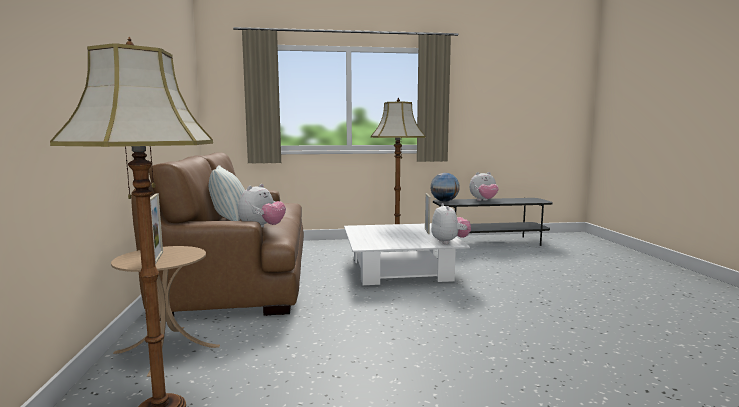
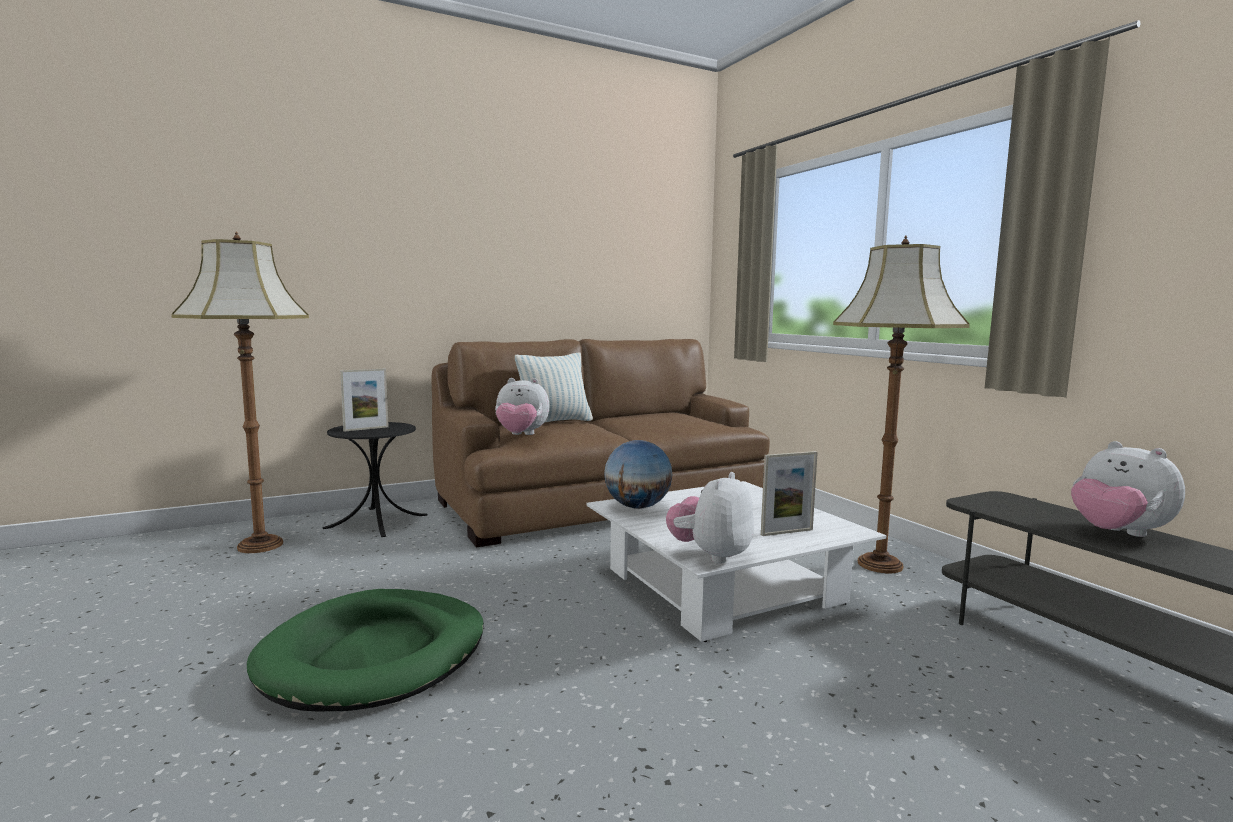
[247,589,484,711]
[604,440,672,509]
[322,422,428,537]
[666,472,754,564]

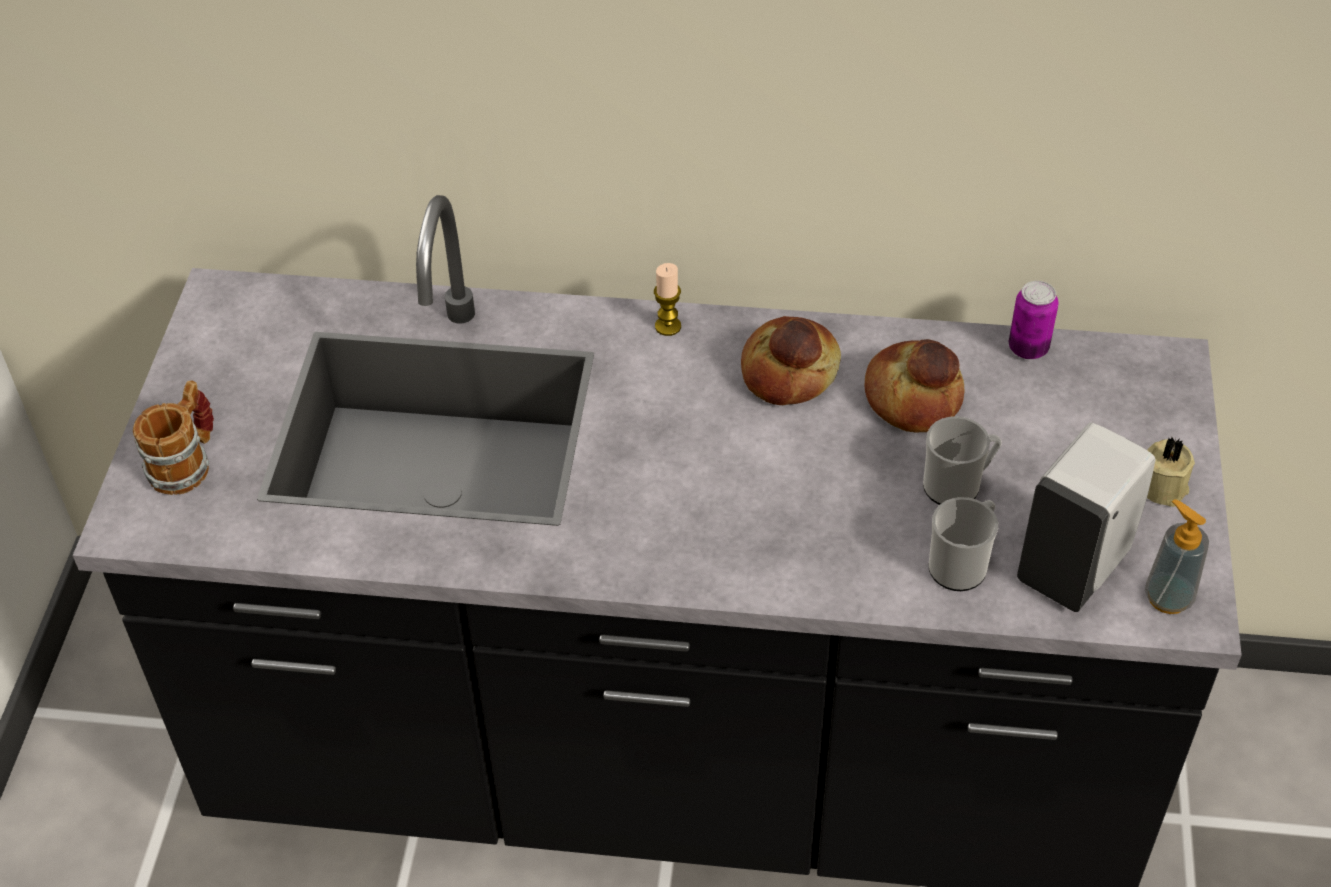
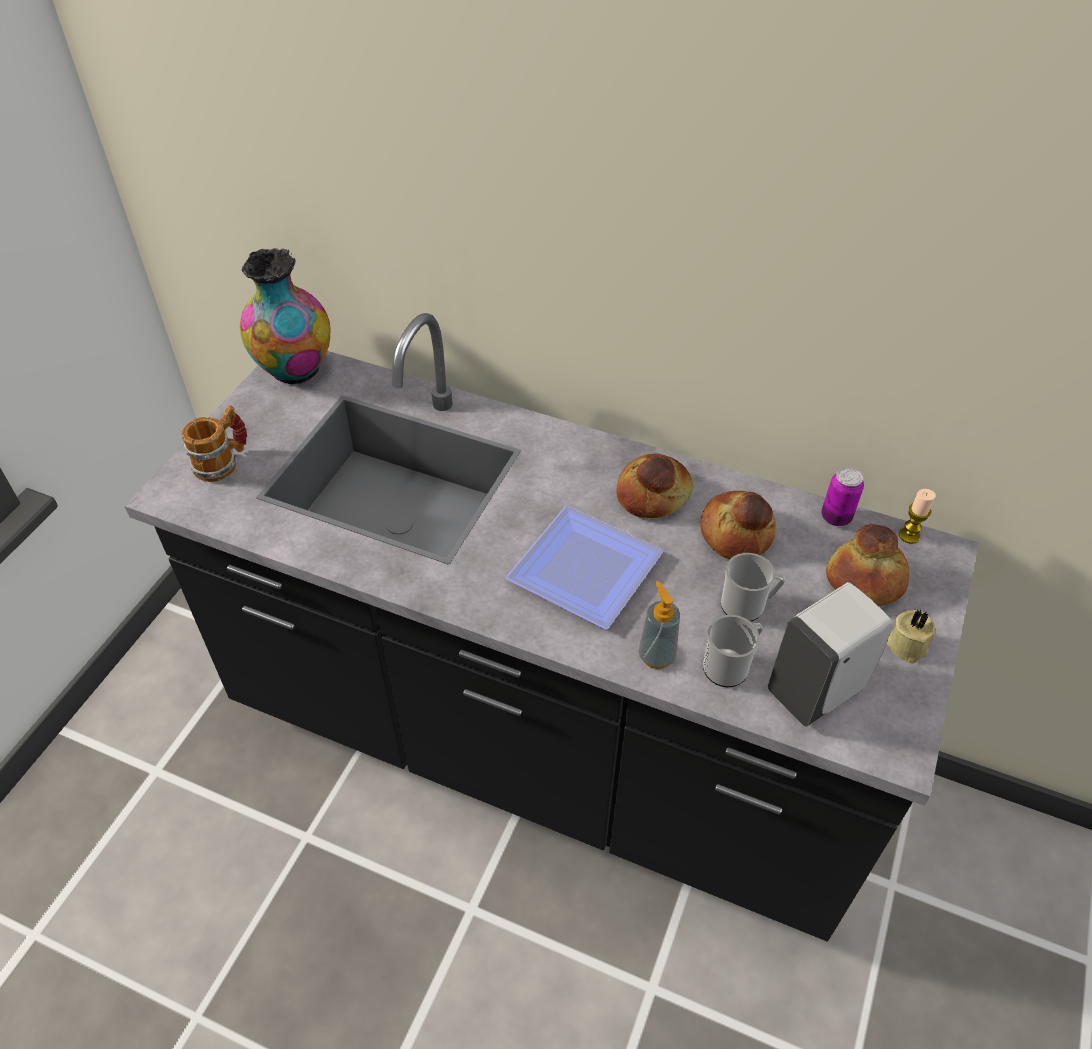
[240,248,331,384]
[506,506,664,630]
[826,524,909,606]
[899,489,936,544]
[639,581,680,669]

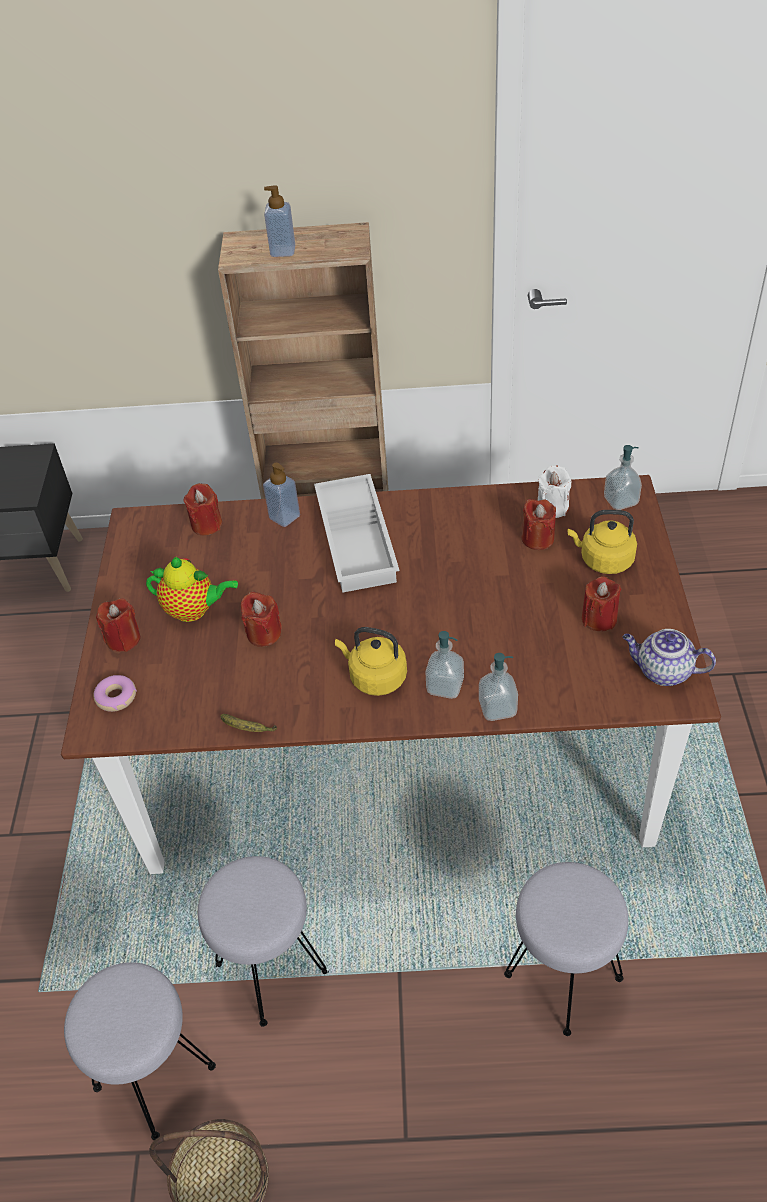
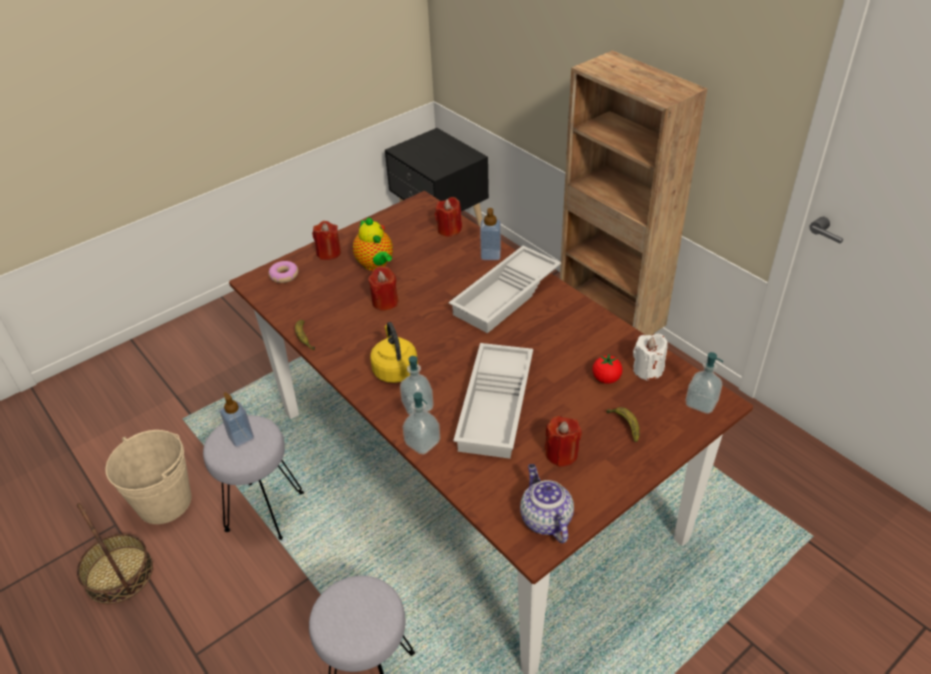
[453,343,533,459]
[220,392,254,447]
[105,430,192,524]
[592,354,622,384]
[606,407,640,443]

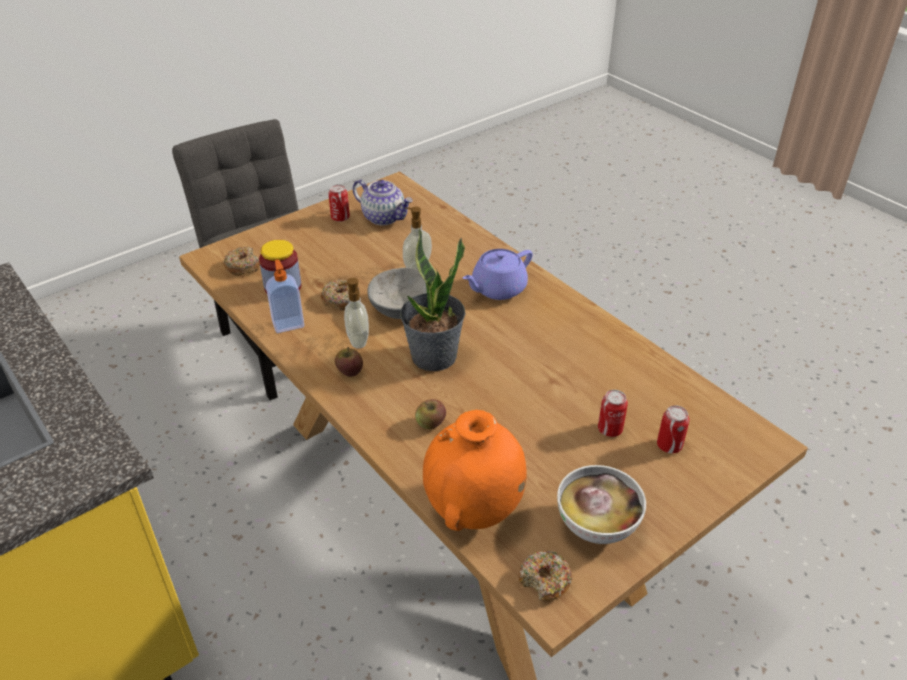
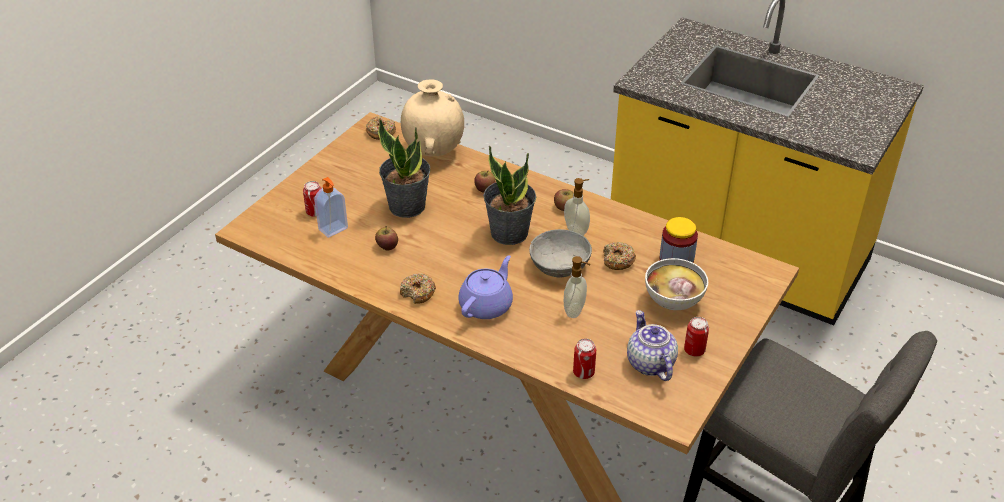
[375,226,398,251]
[378,119,430,218]
[400,273,436,304]
[314,177,348,238]
[645,258,708,310]
[573,339,596,379]
[401,79,464,156]
[627,310,678,381]

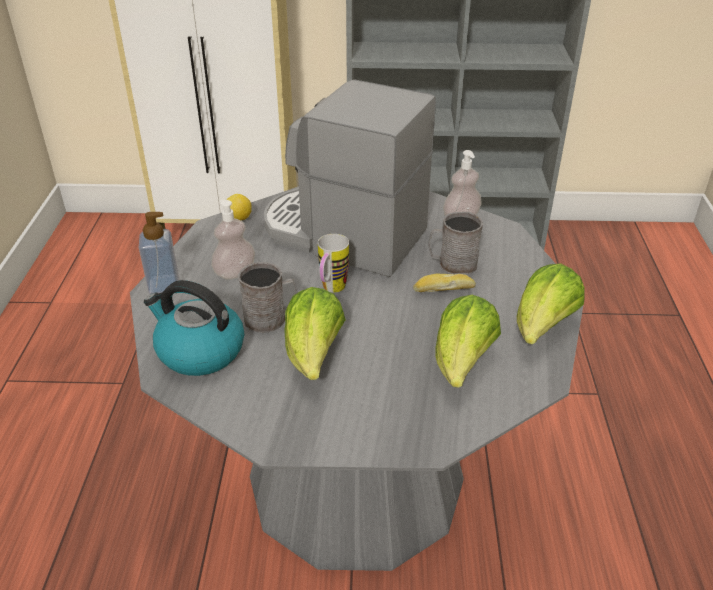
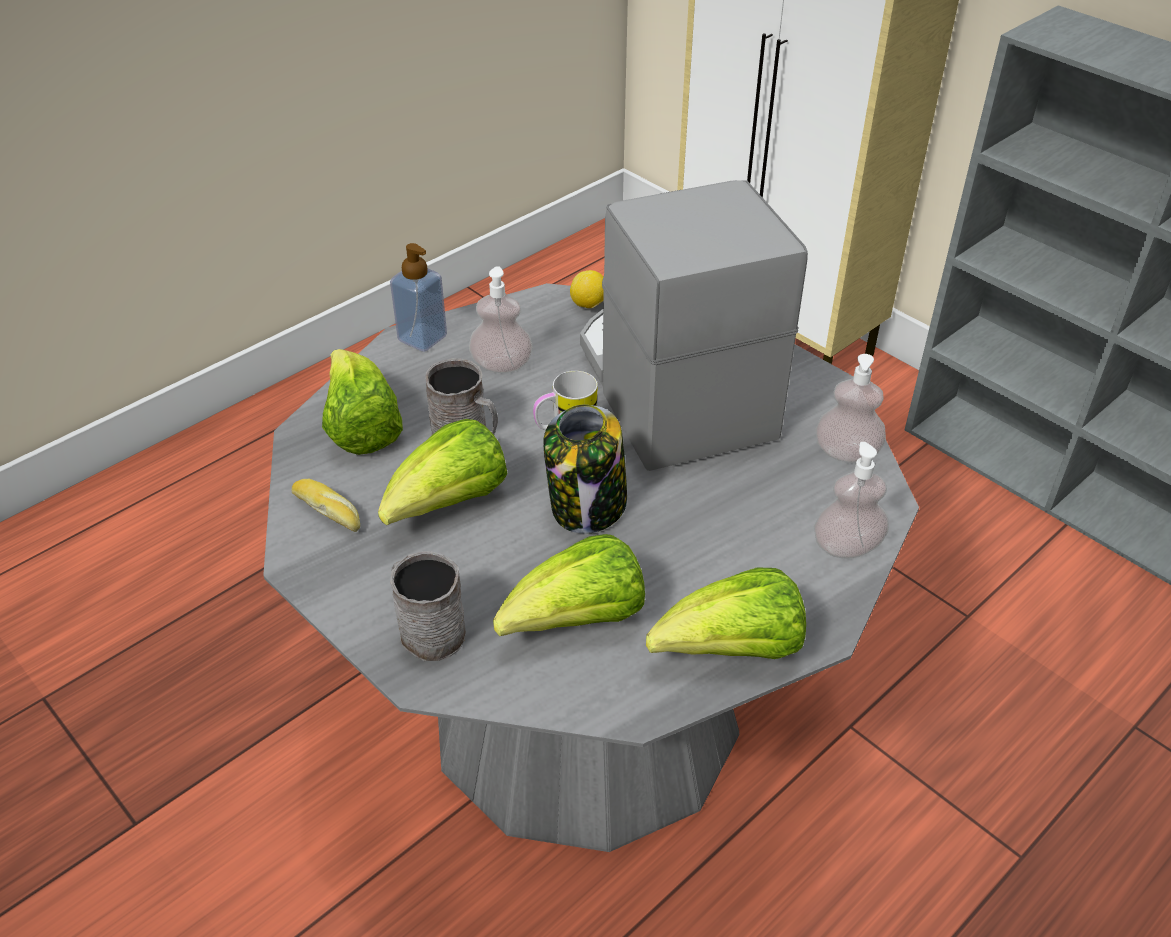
[543,404,627,534]
[814,442,889,559]
[291,479,360,532]
[390,551,466,661]
[322,349,403,455]

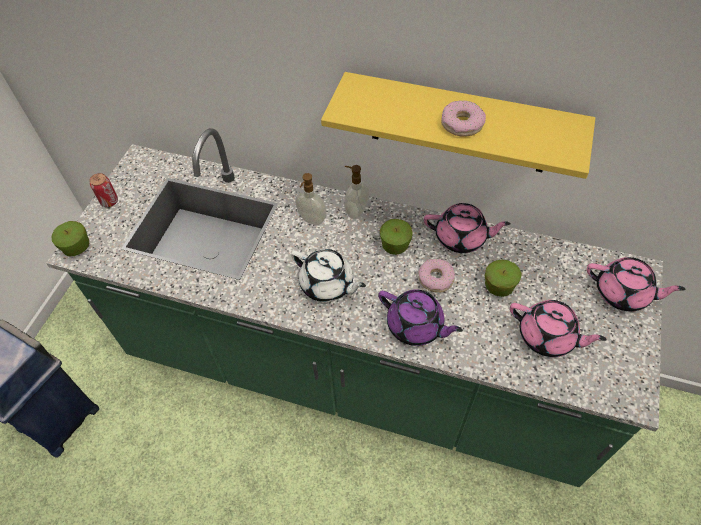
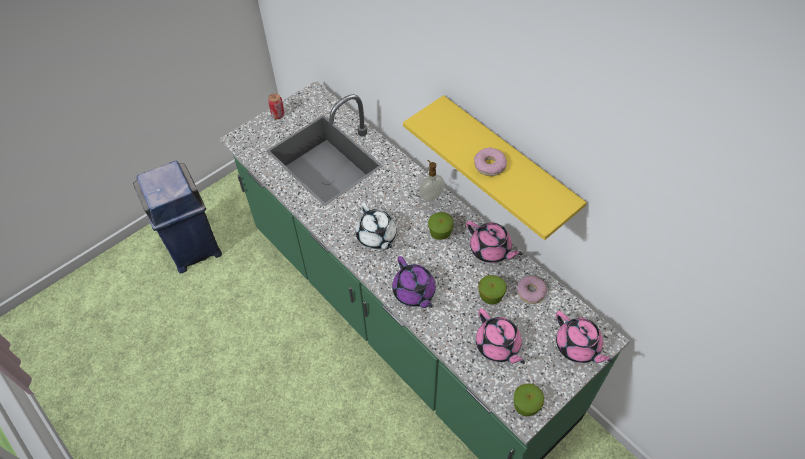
[295,173,327,225] (first image)
[514,384,544,416]
[517,276,547,304]

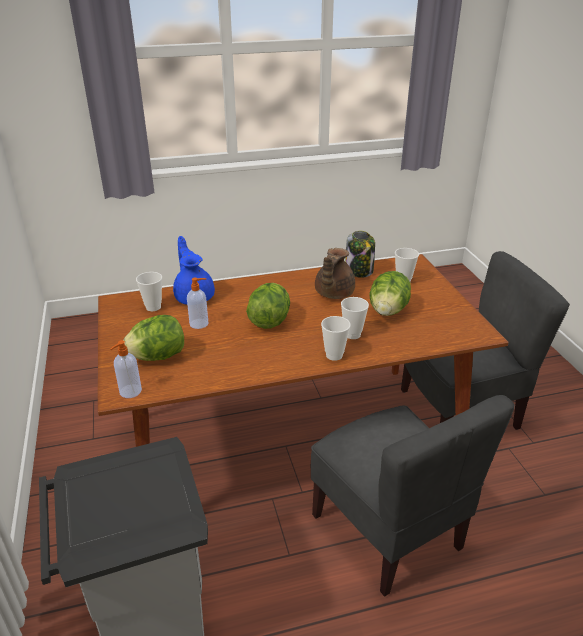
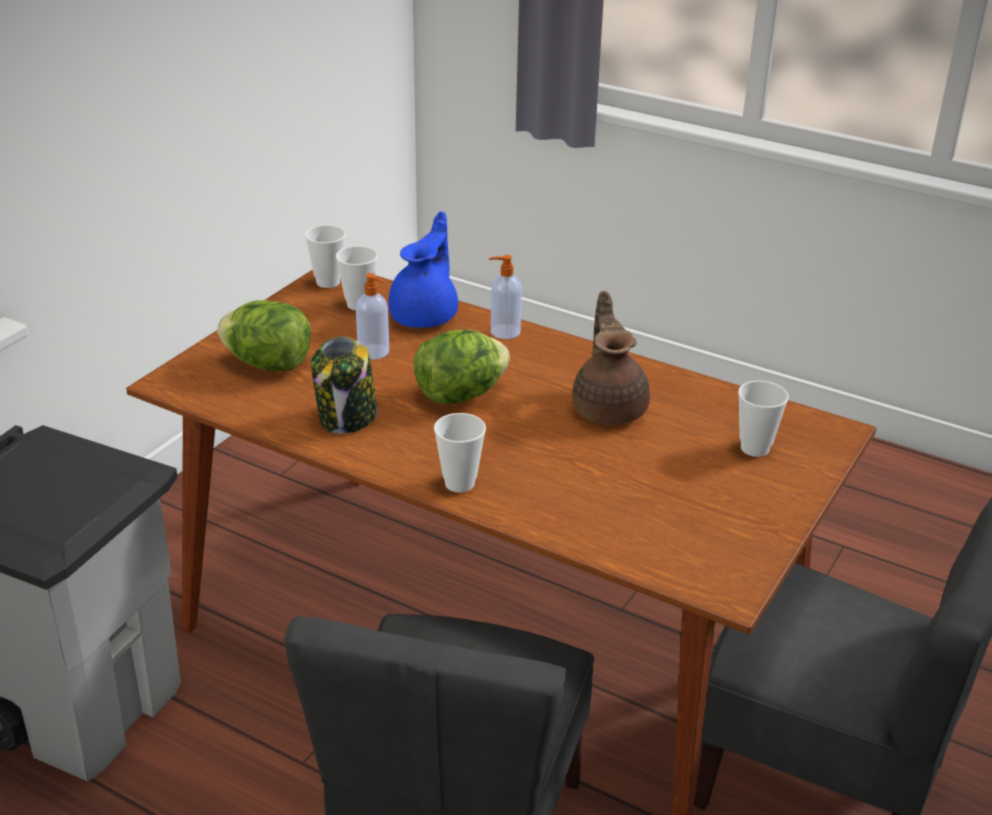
[369,271,411,316] (first image)
[489,255,522,339]
[305,225,346,288]
[311,336,377,434]
[572,291,650,425]

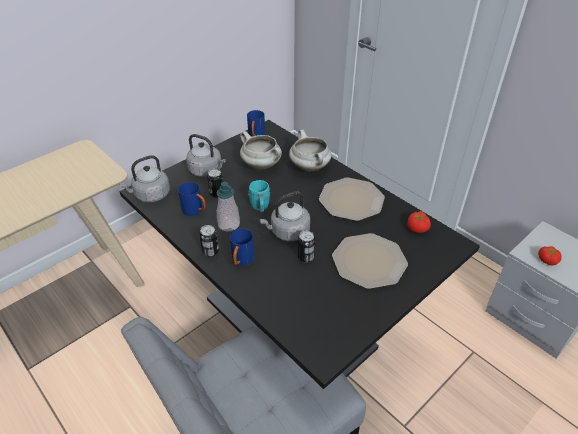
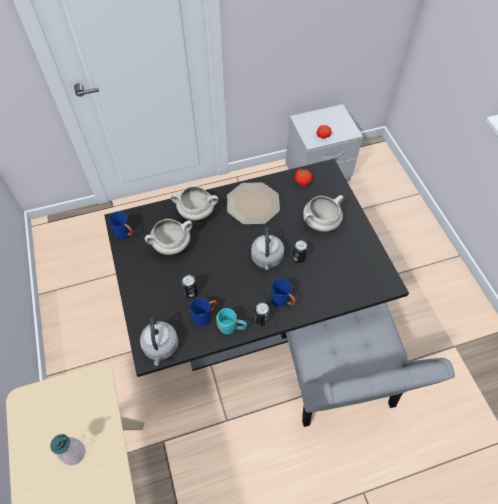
[186,134,226,177] (first image)
[50,434,85,465]
[216,308,247,334]
[303,195,344,232]

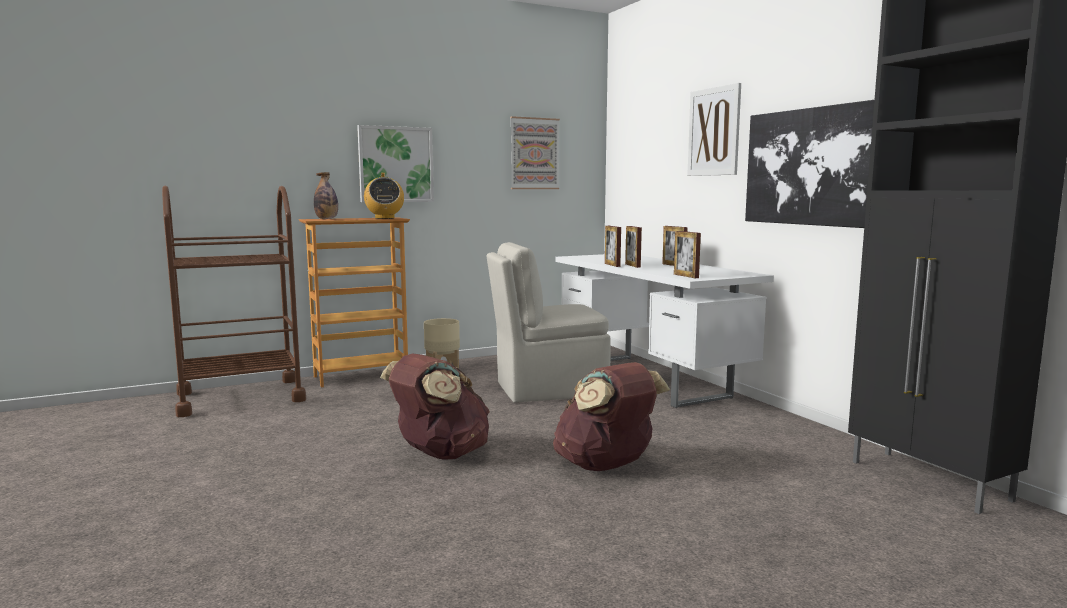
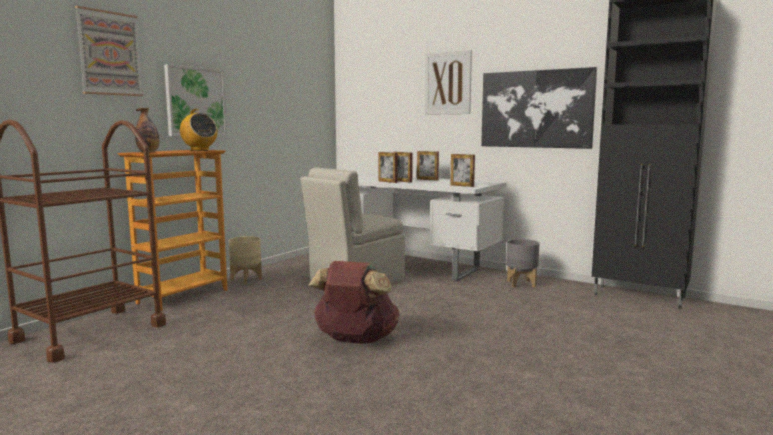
[553,362,670,471] (first image)
[506,239,539,288]
[75,6,143,96]

